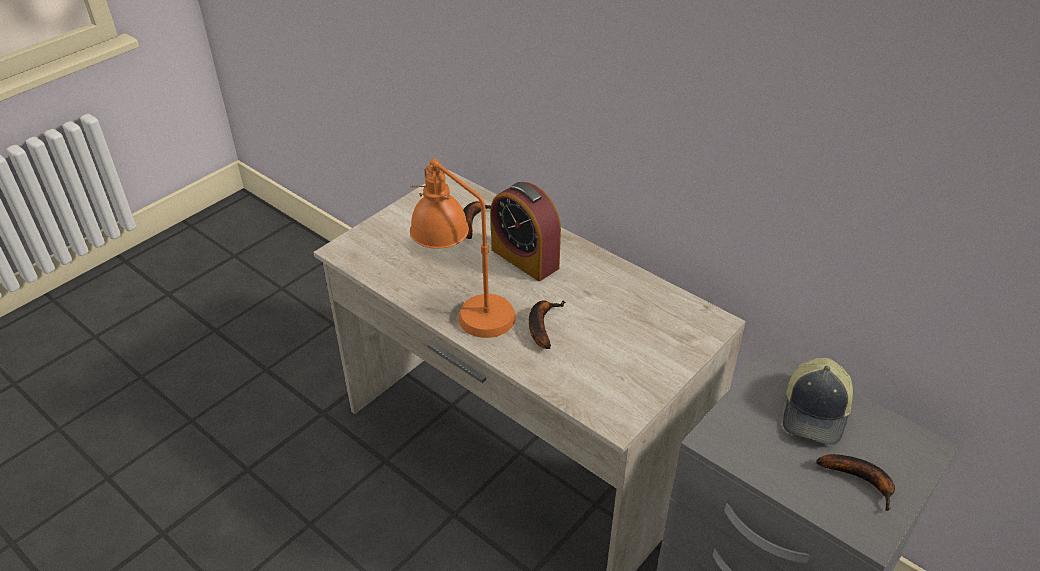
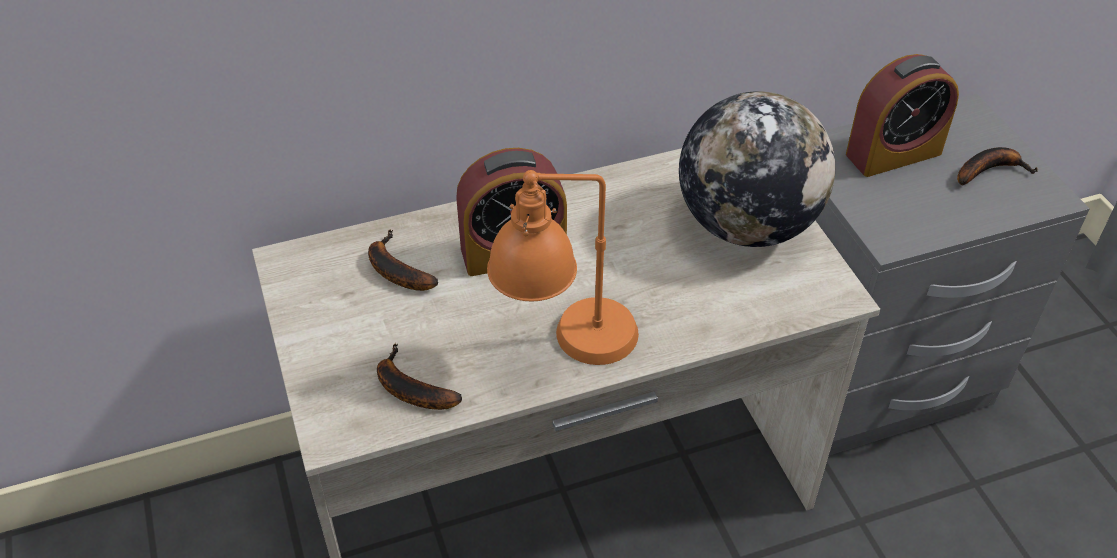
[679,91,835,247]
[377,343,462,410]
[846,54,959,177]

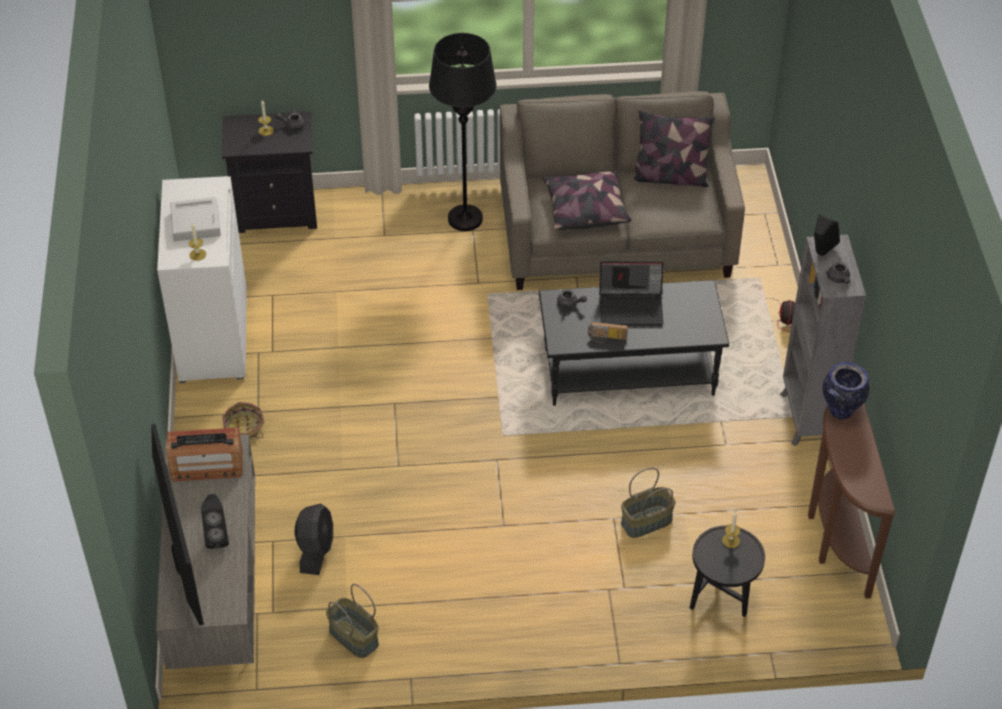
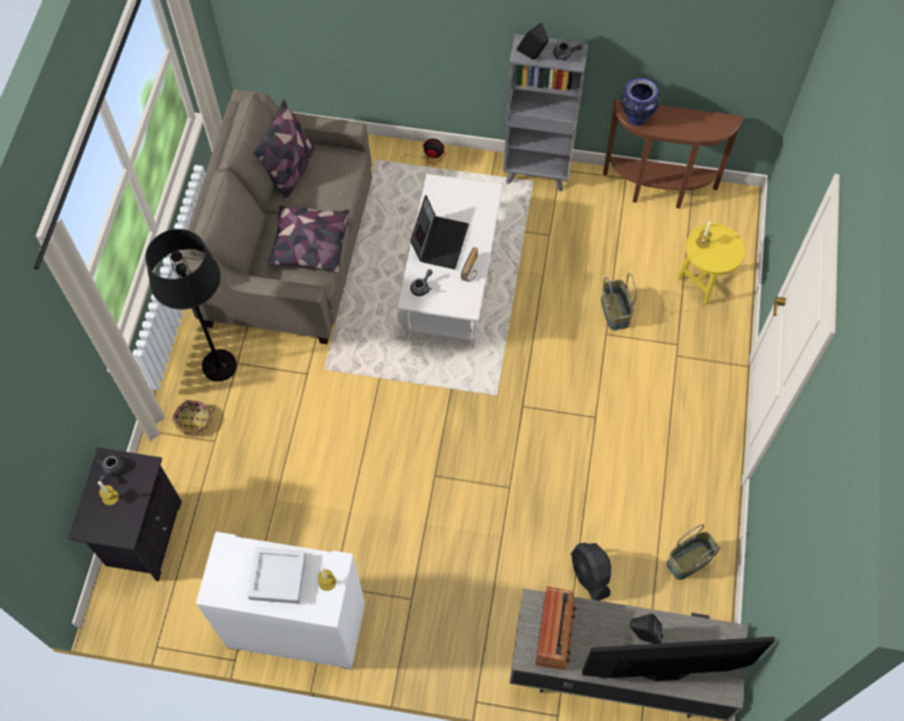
[172,400,214,435]
[397,174,503,348]
[677,223,745,305]
[571,543,611,601]

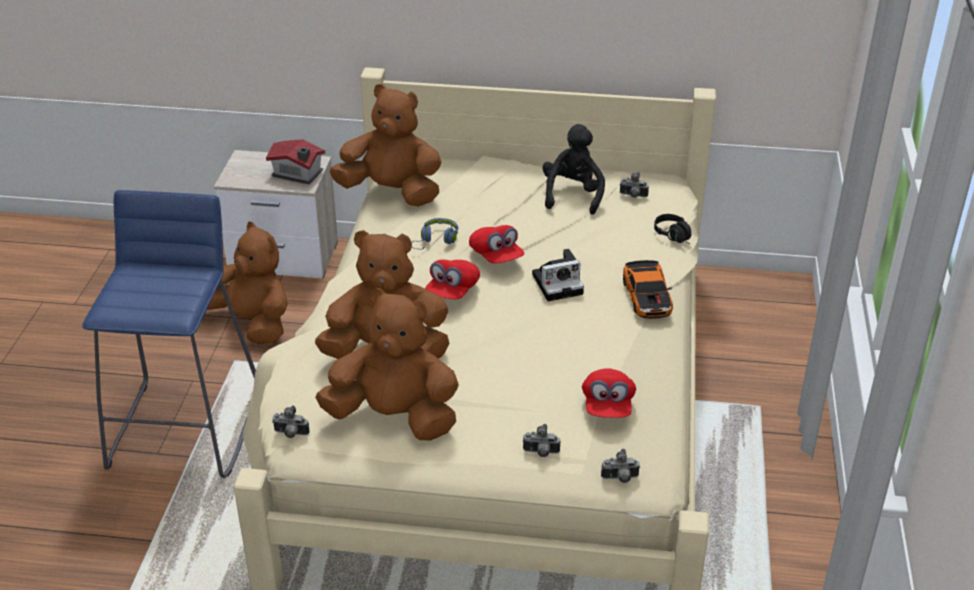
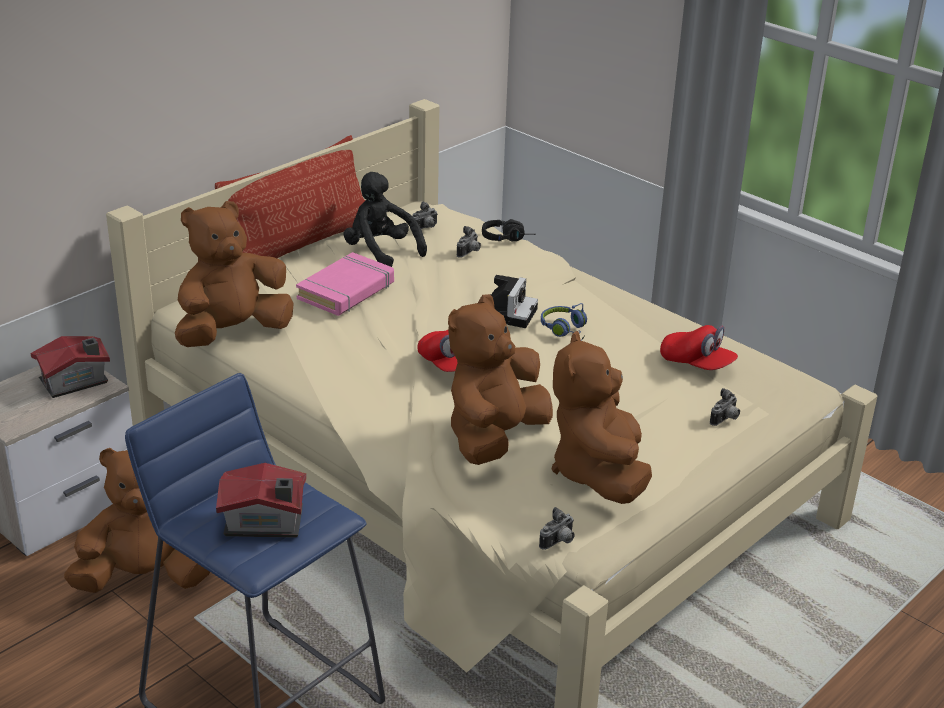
[469,225,525,264] (first image)
[623,260,673,319] (first image)
[215,135,365,258]
[216,463,307,538]
[296,252,394,316]
[541,303,587,341]
[457,226,481,258]
[552,331,652,504]

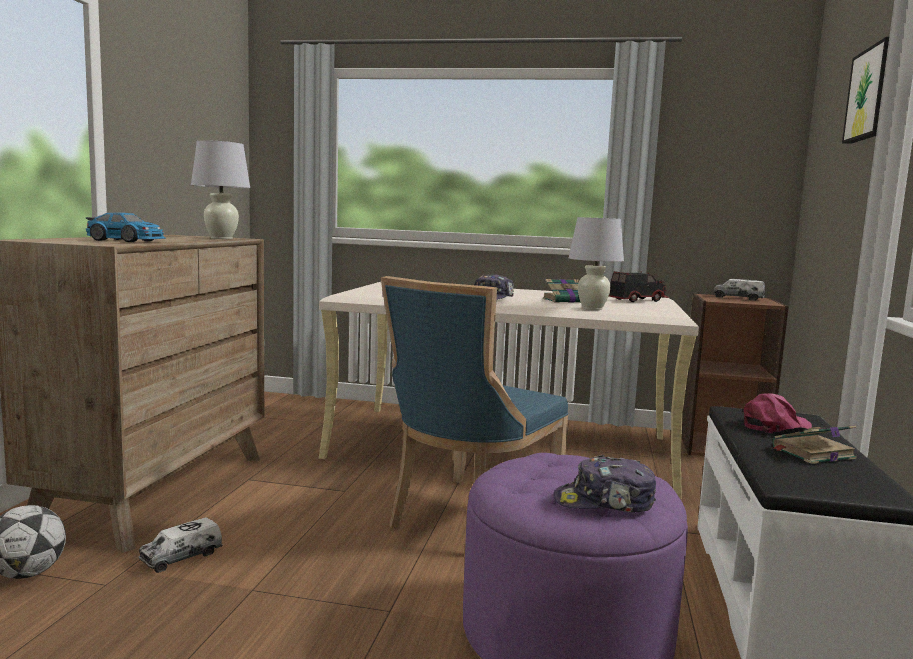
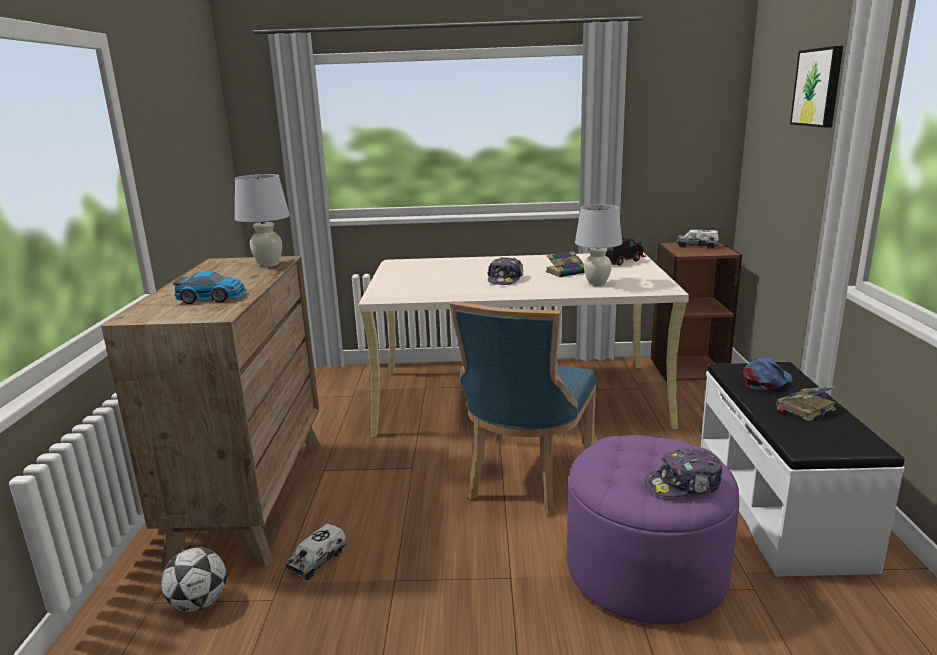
[743,358,793,392]

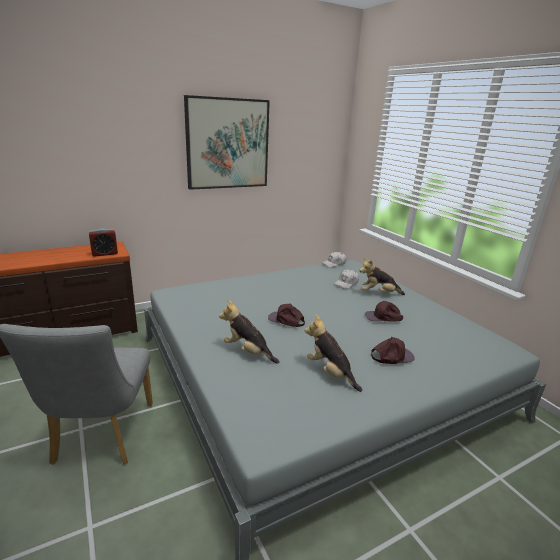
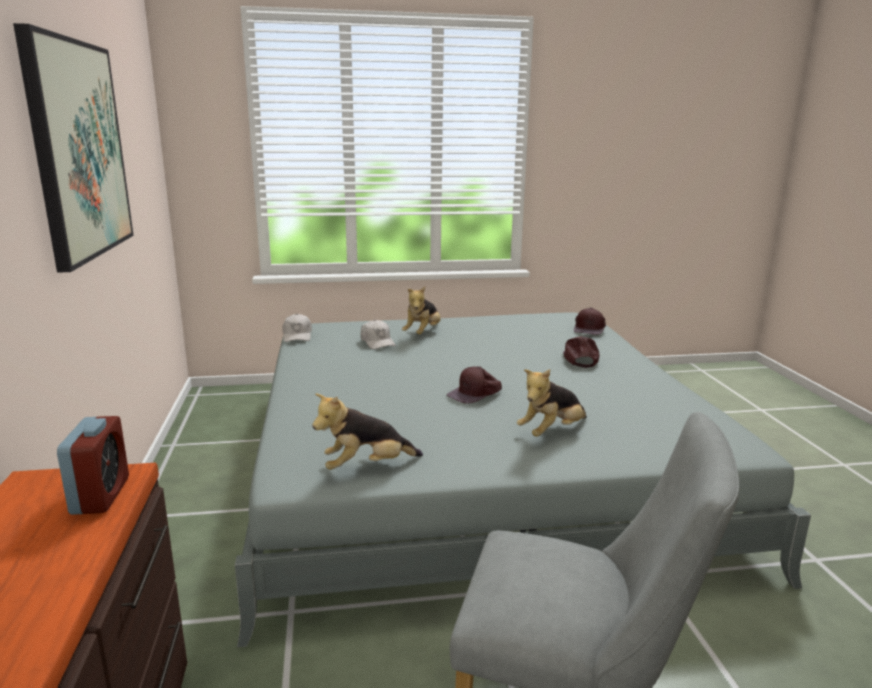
[312,393,423,470]
[574,308,606,335]

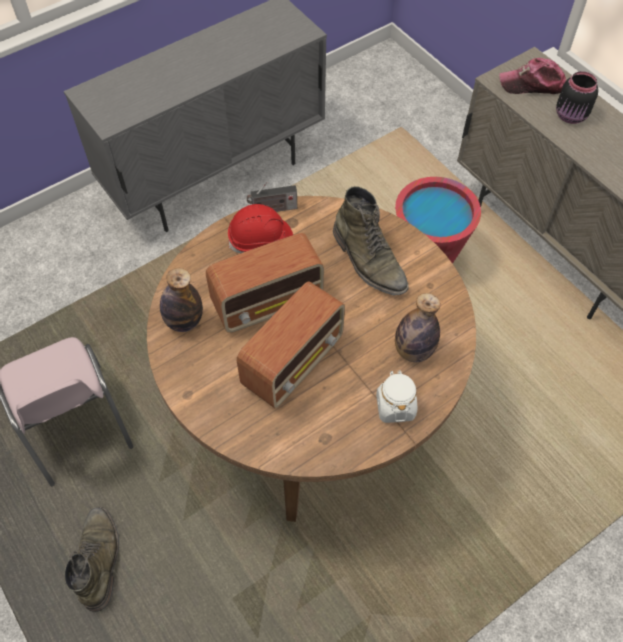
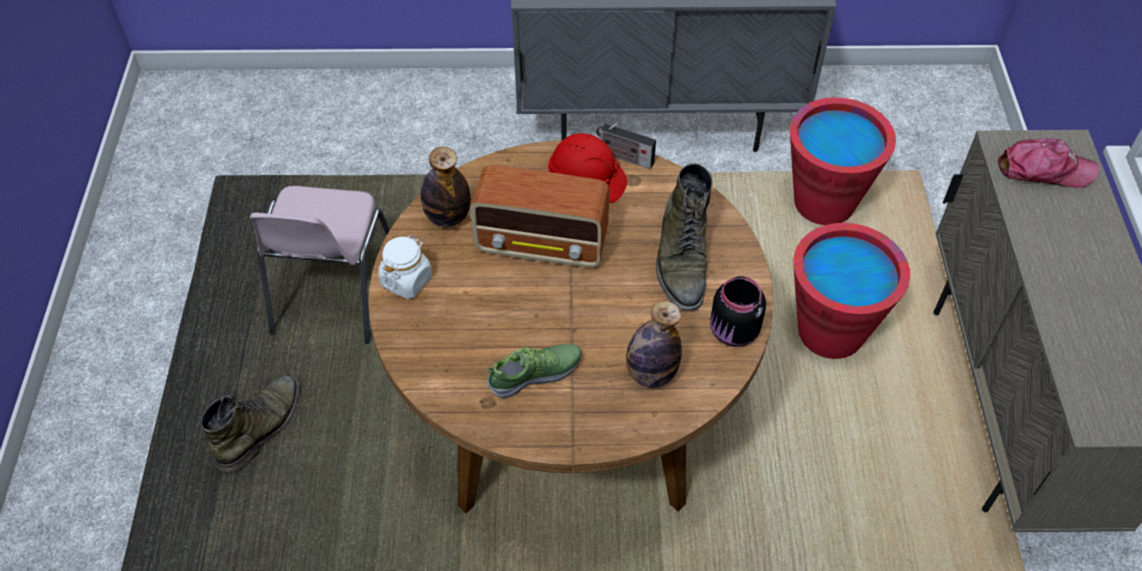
[237,281,345,408] (first image)
[487,344,582,398]
[790,97,896,225]
[378,235,432,299]
[710,276,766,347]
[997,139,1100,188]

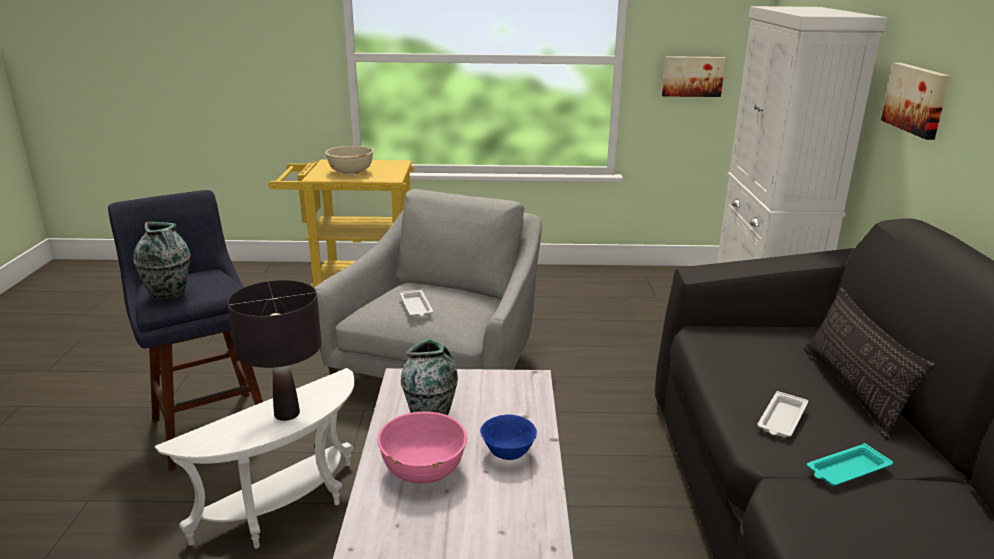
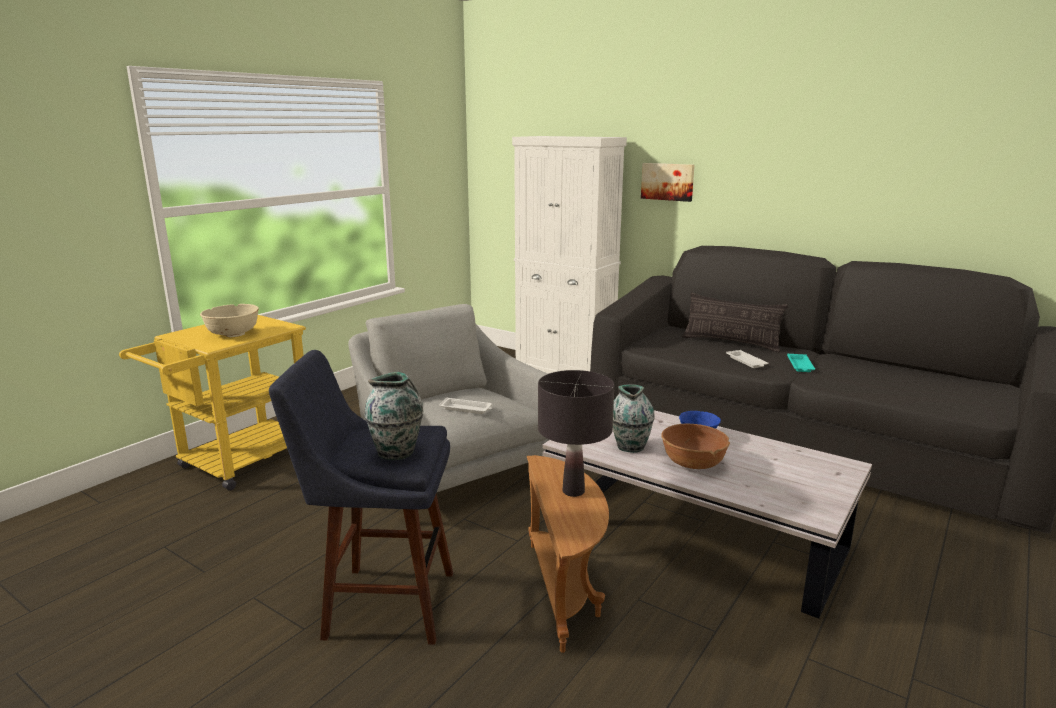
[662,56,726,97] (first image)
[527,455,609,653]
[661,424,730,469]

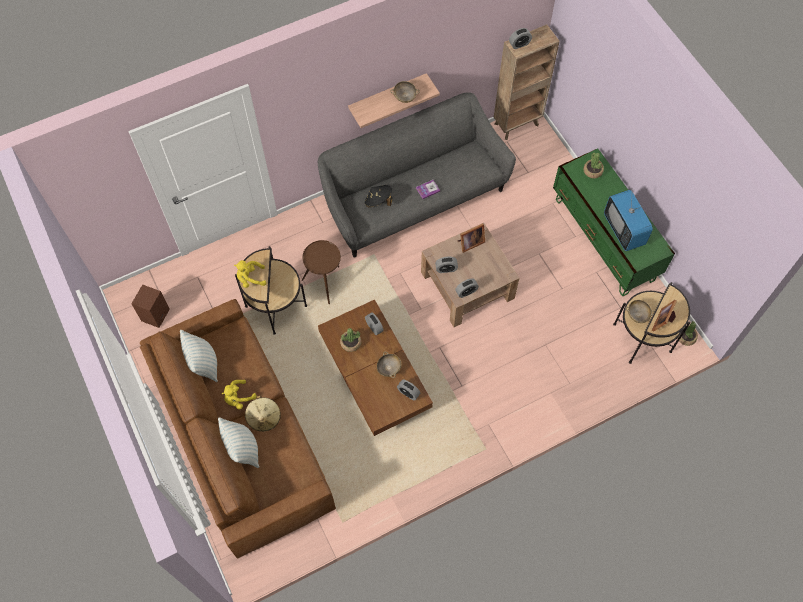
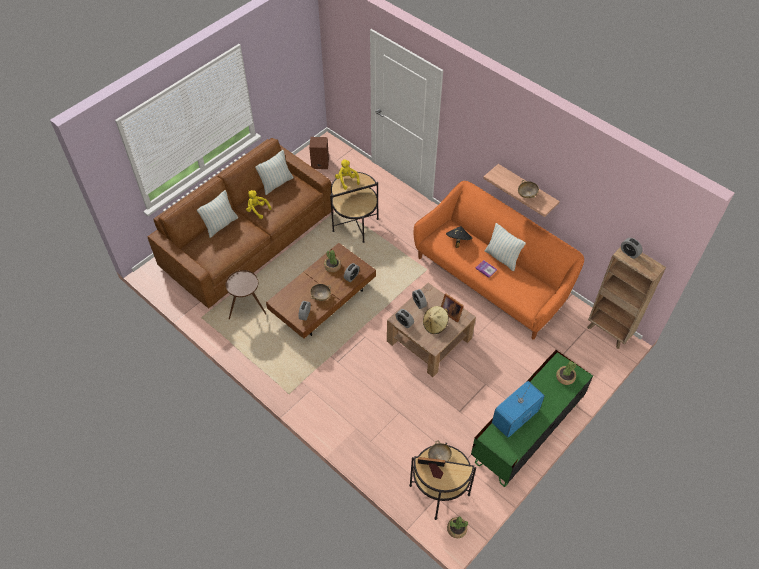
[485,223,526,271]
[423,306,449,334]
[225,270,266,319]
[414,181,584,340]

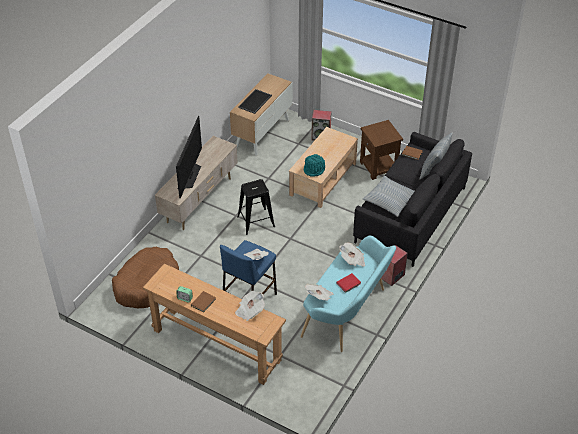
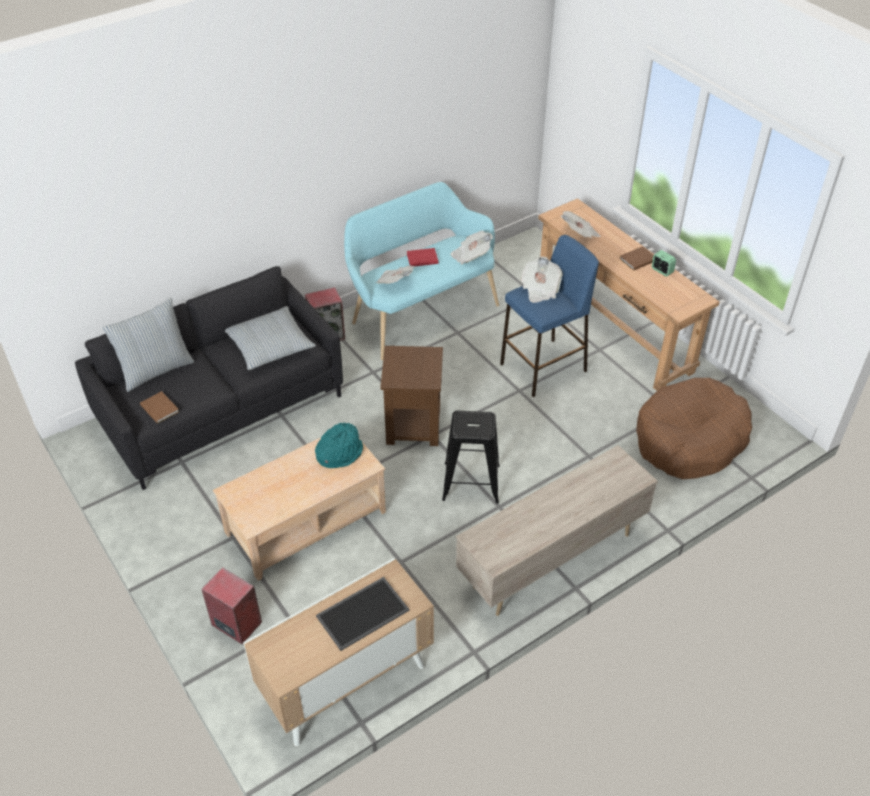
[176,116,202,198] (first image)
[380,346,443,446]

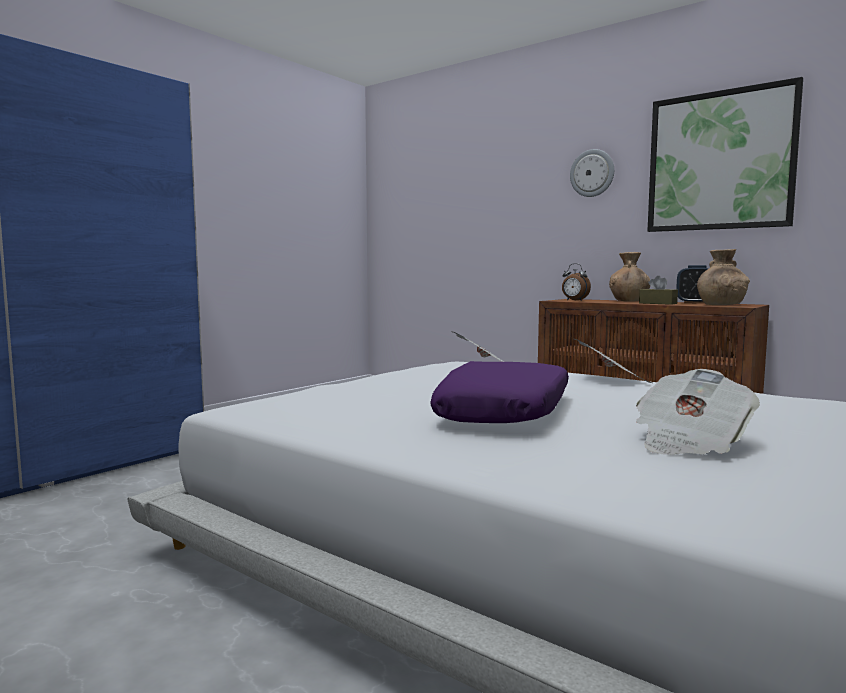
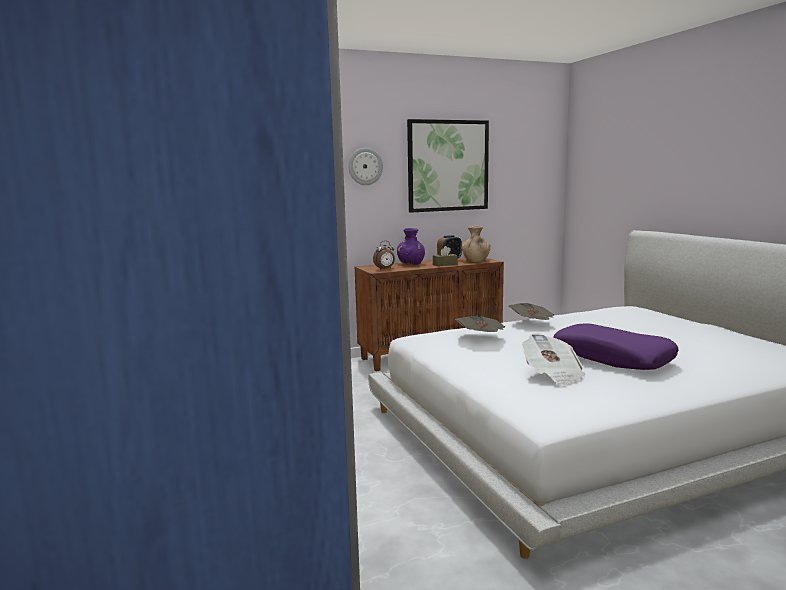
[522,333,586,387]
[397,228,425,265]

